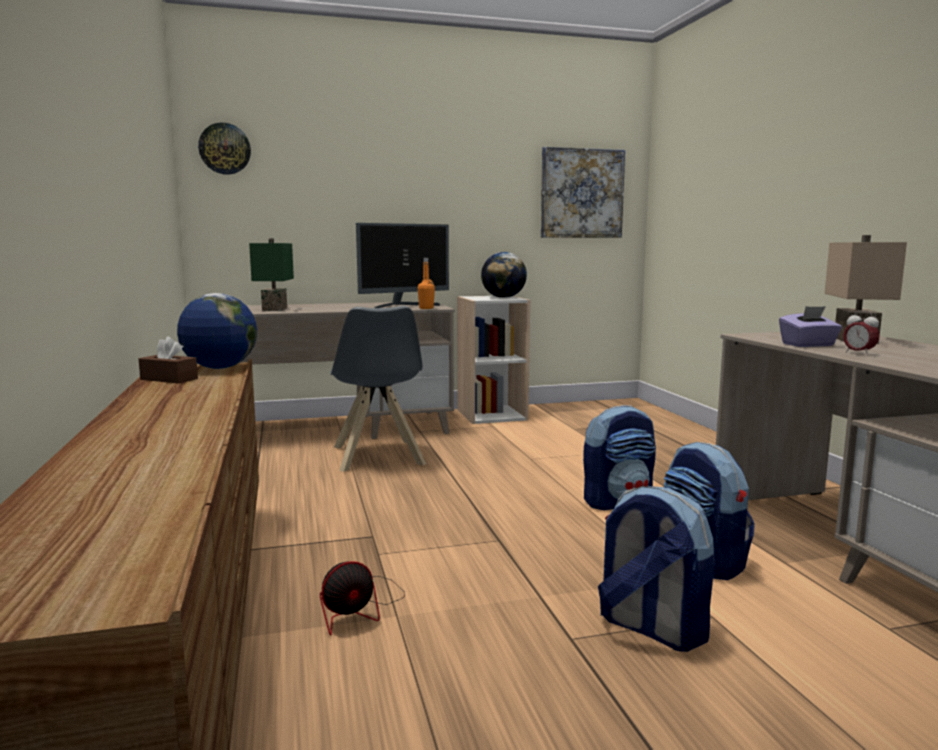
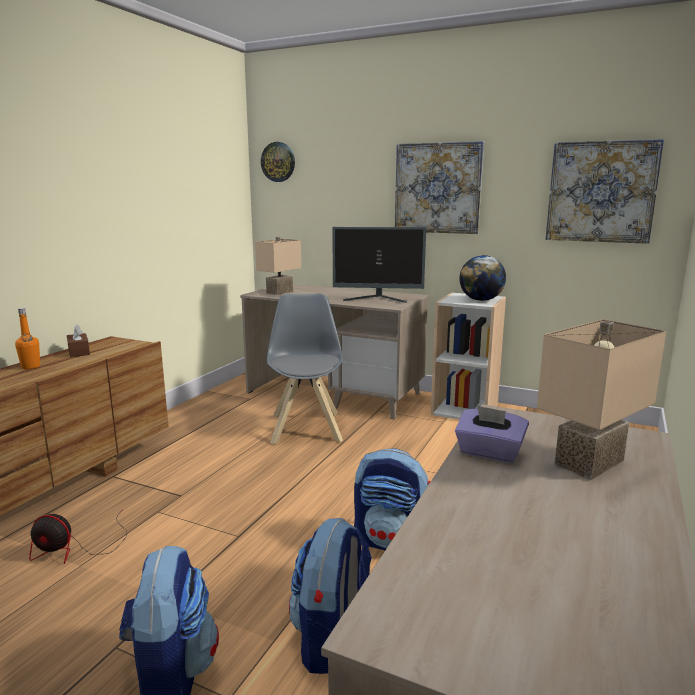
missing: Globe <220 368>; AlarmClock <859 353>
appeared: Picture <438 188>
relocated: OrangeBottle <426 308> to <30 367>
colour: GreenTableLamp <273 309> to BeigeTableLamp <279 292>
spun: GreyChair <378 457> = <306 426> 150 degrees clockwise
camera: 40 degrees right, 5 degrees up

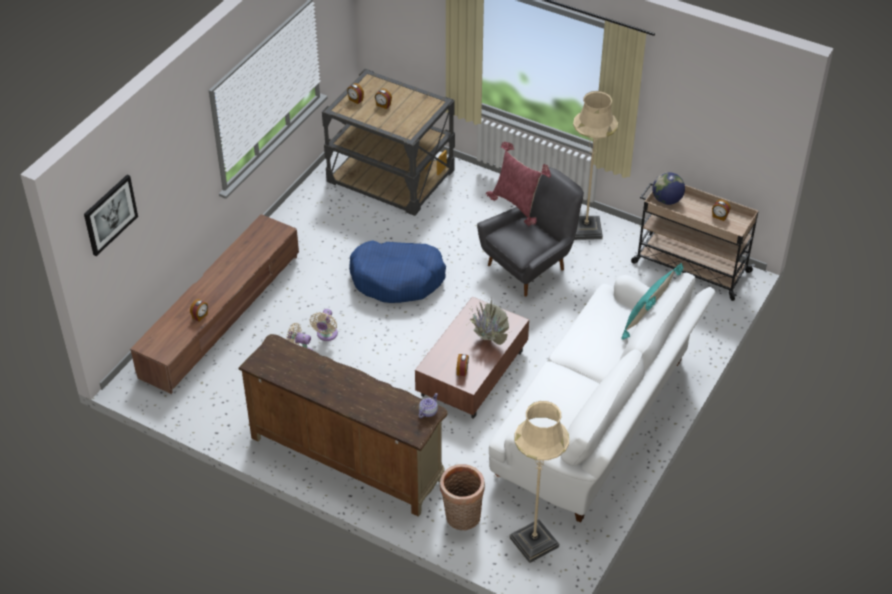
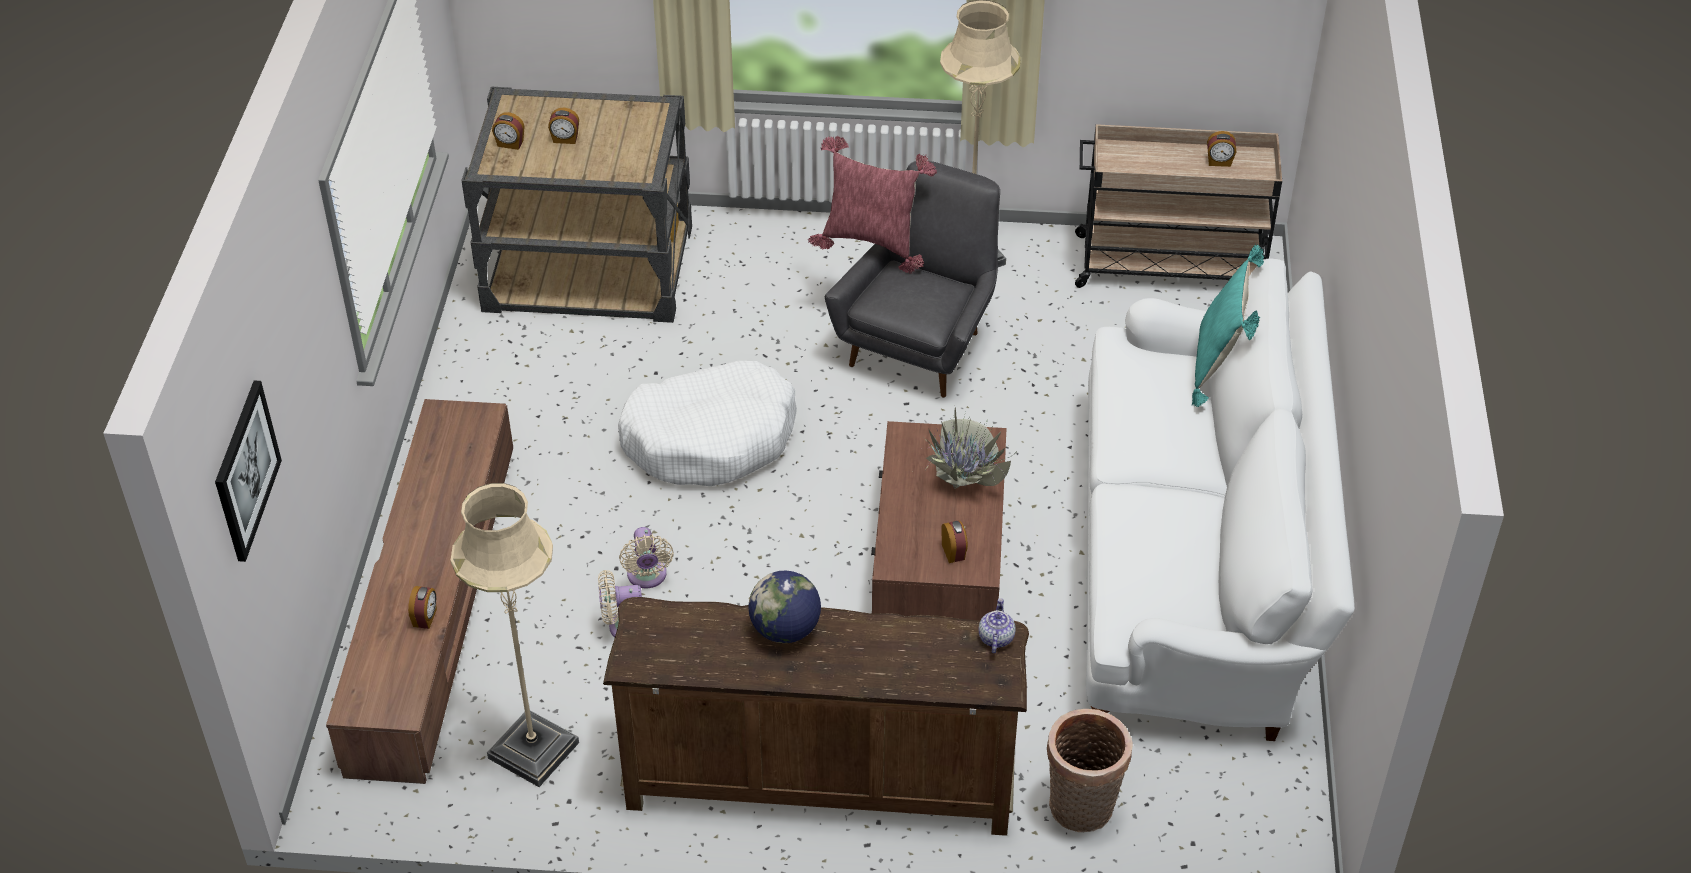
relocated: BeigeFloorLamp <534 542> to <533 750>; Globe <667 200> to <785 630>
colour: BlueDogBed <397 279> to WhiteDogBed <711 438>
camera: 25 degrees left, 0 degrees up

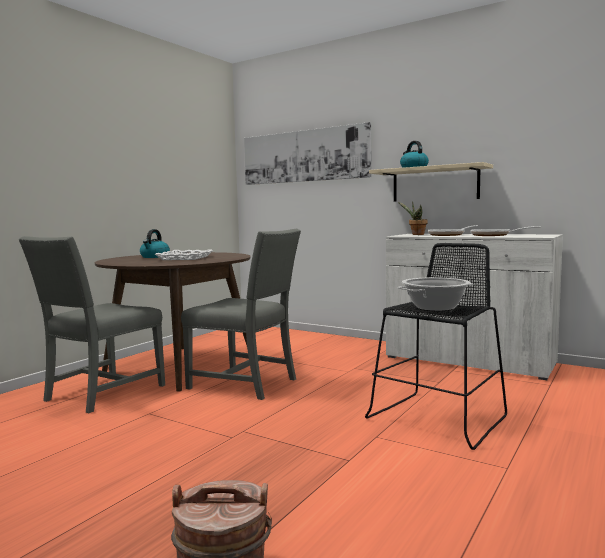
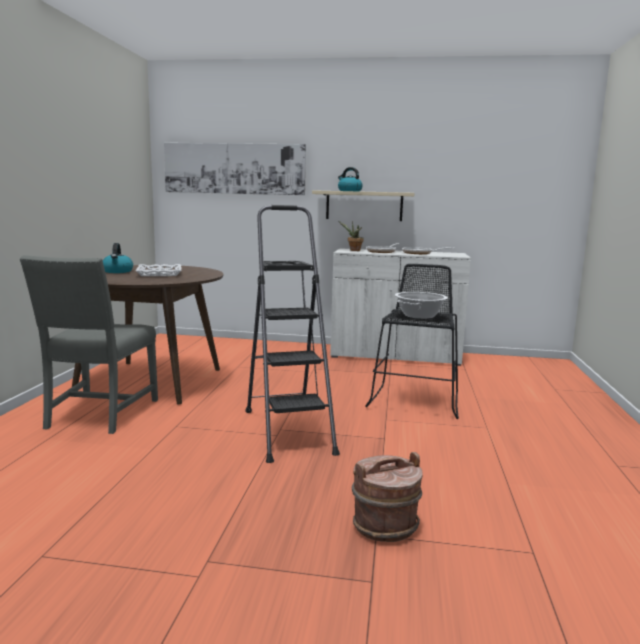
missing: GreyChair <246 383>
appeared: StepLadder <288 429>
camera: 25 degrees left, 5 degrees up

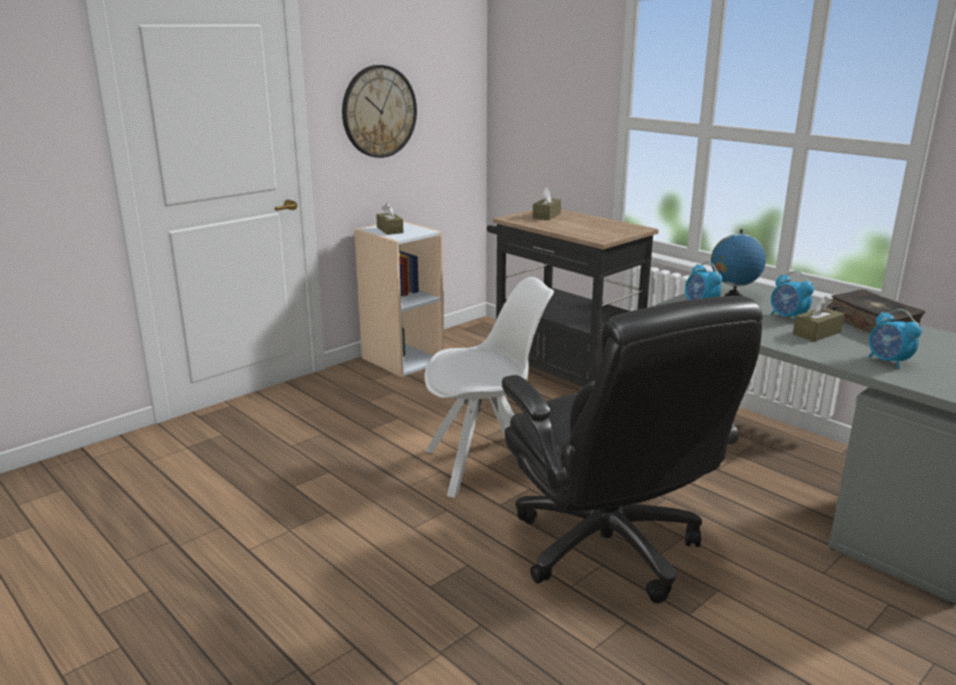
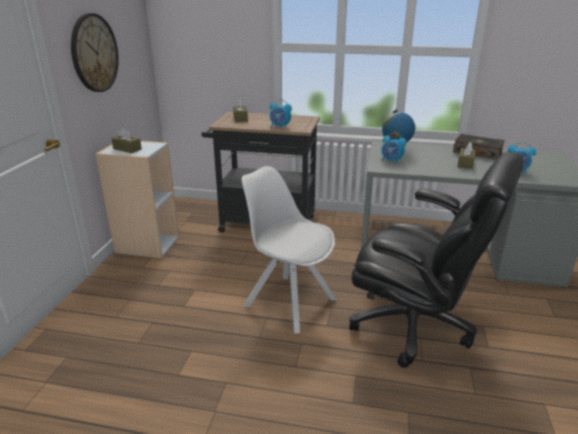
relocated: AlarmClock <787 318> to <280 127>
spun: WhiteChair <485 465> = <289 302> 90 degrees counterclockwise
camera: 35 degrees left, 5 degrees up

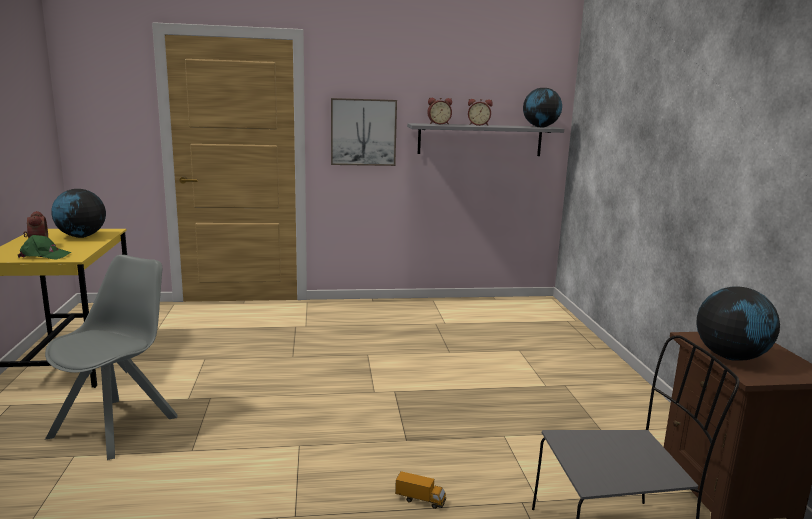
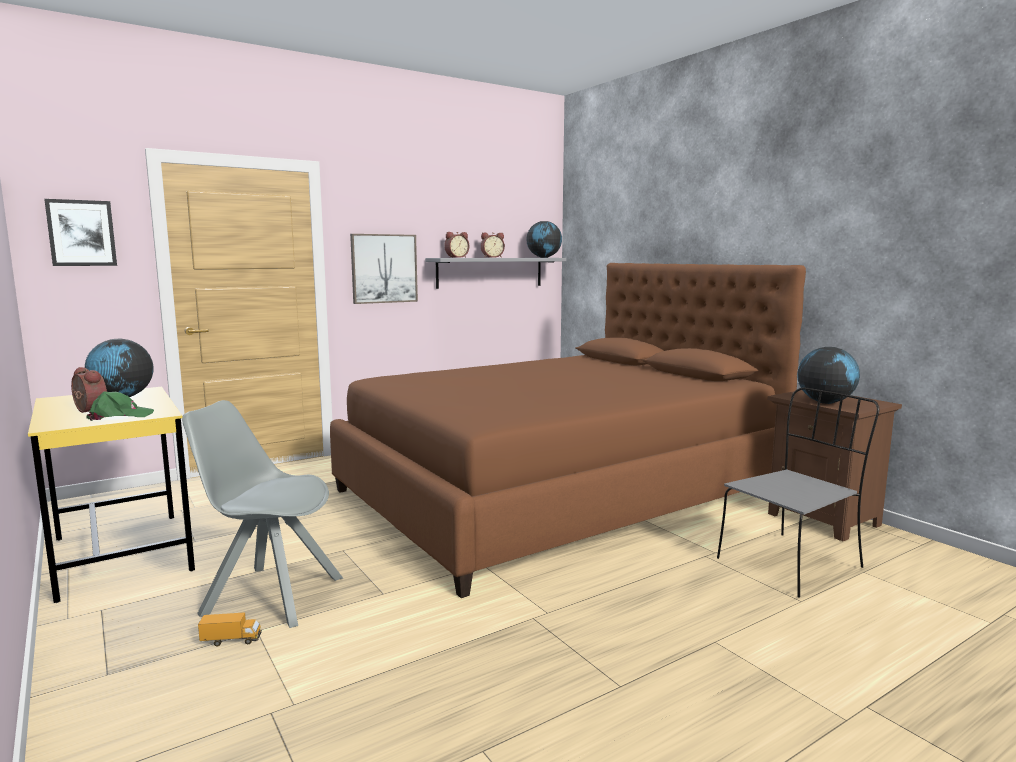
appeared: Picture <81 233>; BrownBed <560 492>
relocated: ToyTruck <420 500> to <231 641>
spun: GreyChair <117 425> = <270 595> 75 degrees counterclockwise
camera: 25 degrees left, 5 degrees down

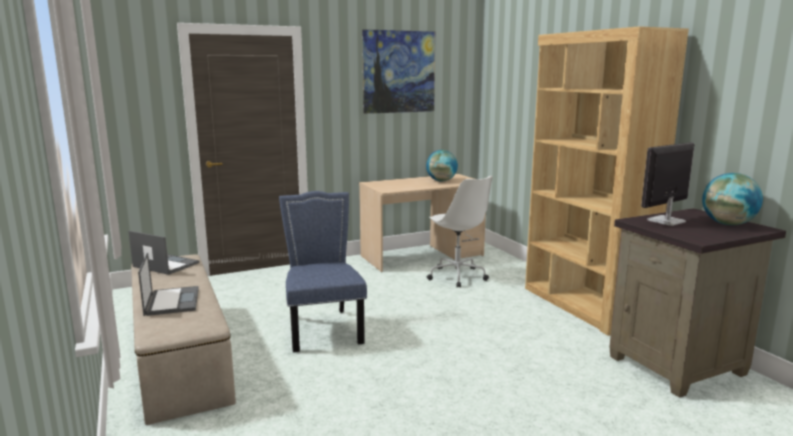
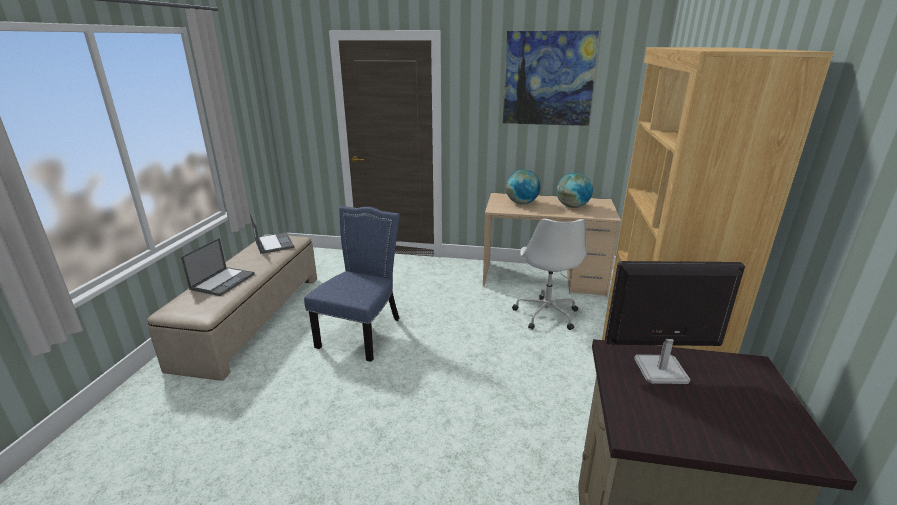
relocated: Globe <728 224> to <522 203>
camera: 35 degrees right, 10 degrees up

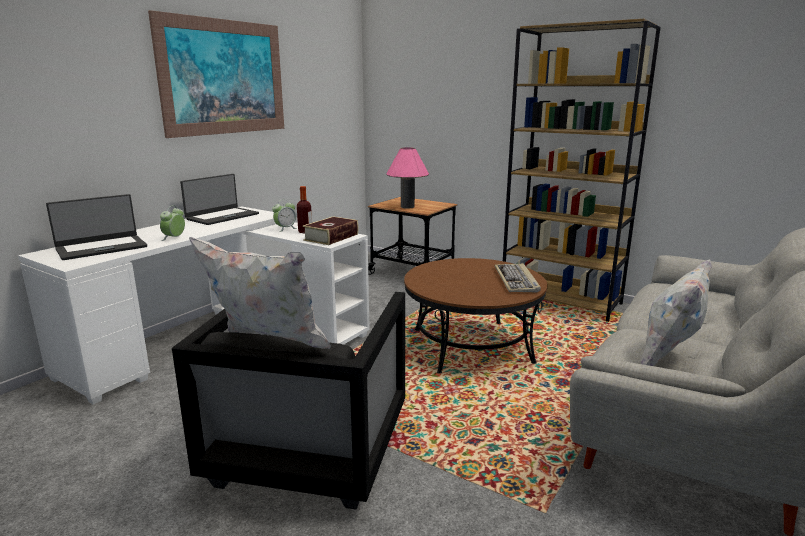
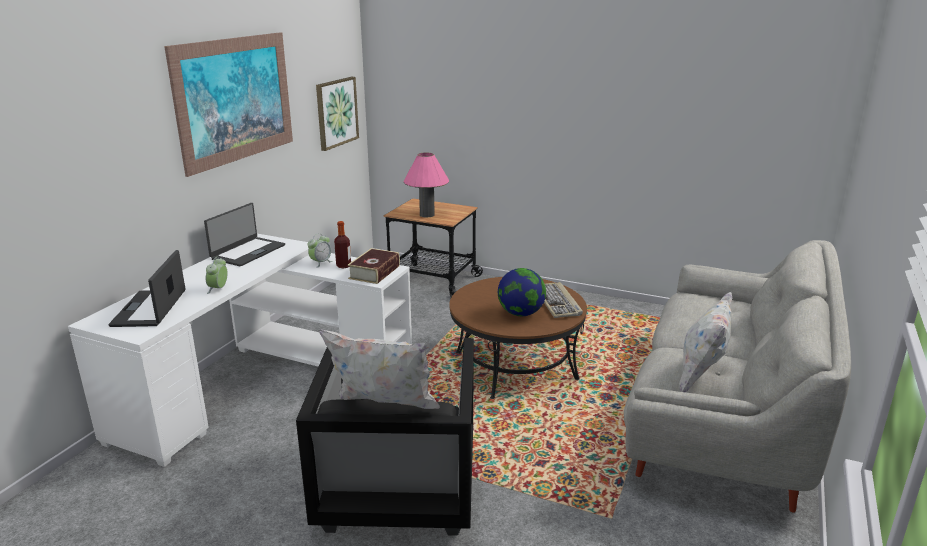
missing: BrownBookcase <561 301>
appeared: Picture <336 112>; Globe <521 313>
spun: Laptop <101 248> = <151 309> 135 degrees clockwise
camera: 10 degrees left, 5 degrees up

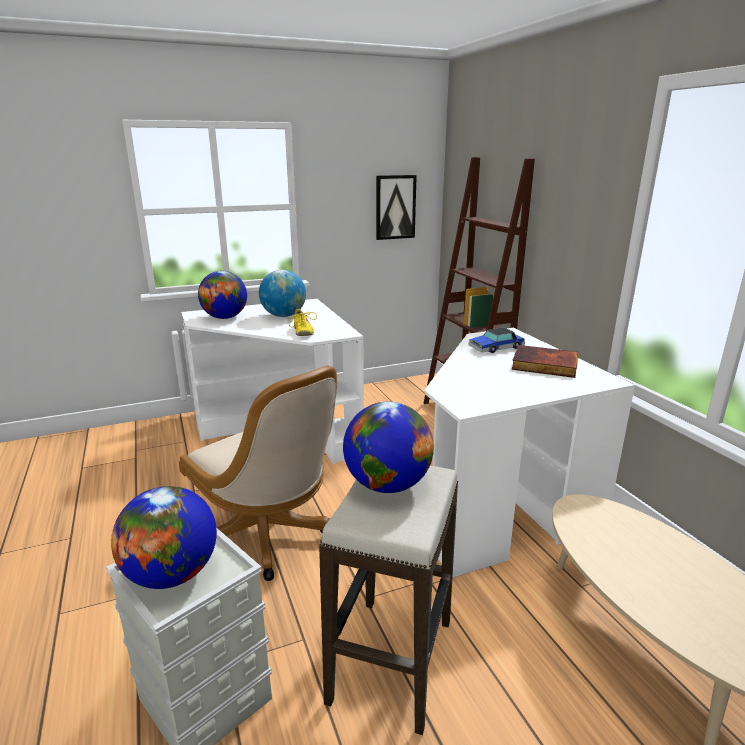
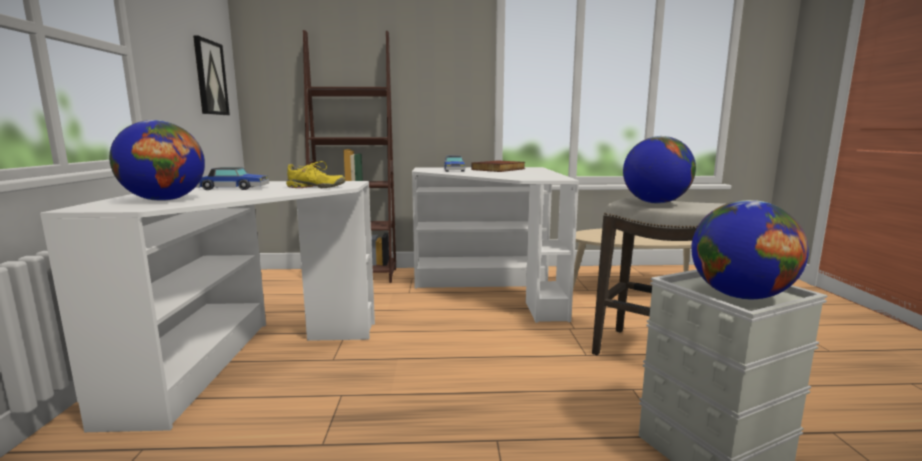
missing: OfficeChair <271 537>
exchanged: Globe <283 316> to ToyCar <234 188>
camera: 70 degrees left, 10 degrees down

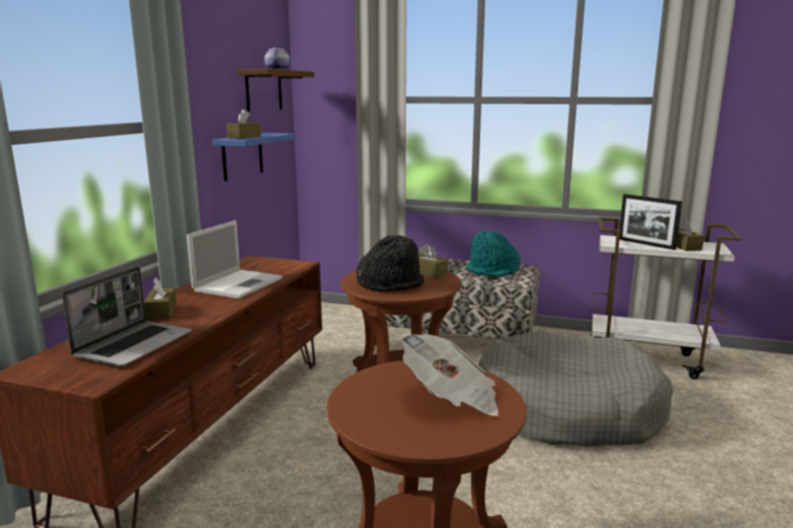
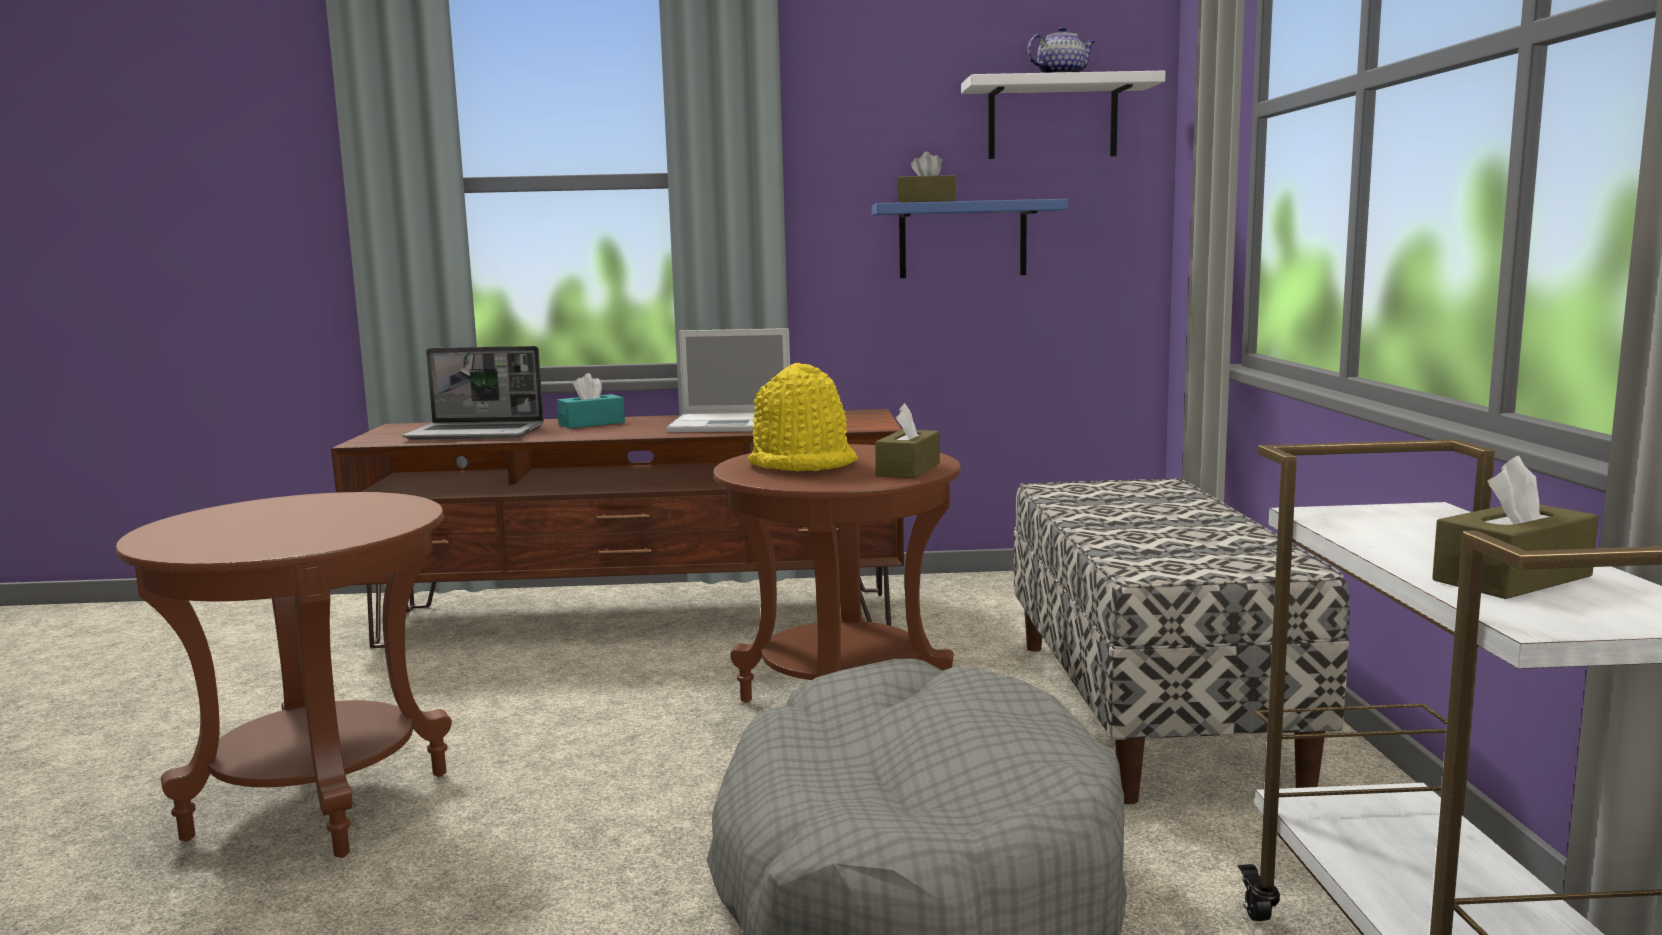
missing: Newspaper <451 398>; TurquoiseHat <493 271>; PictureFrame <646 244>
colour: BrownTissueBox <161 312> to TurquoiseTissueBox <591 423>; BrownShelf <263 90> to WhiteShelf <1052 119>; BlackHat <390 284> to YellowHat <803 463>
camera: 70 degrees right, 5 degrees down

